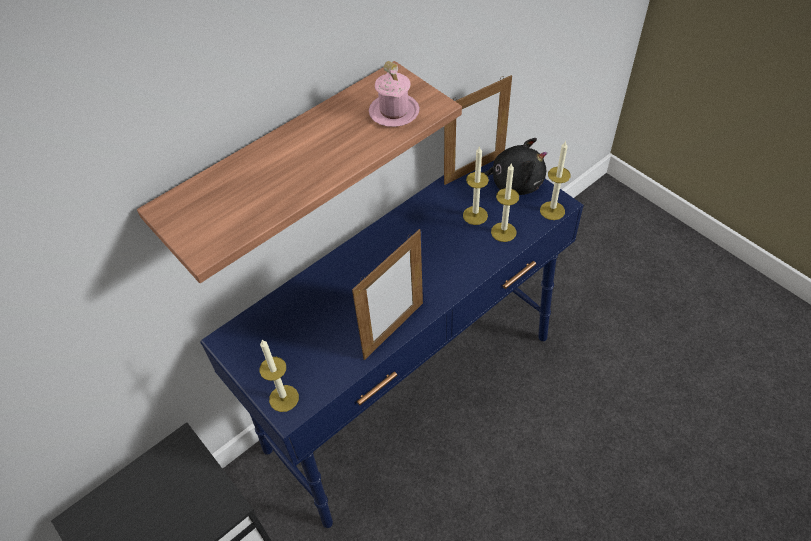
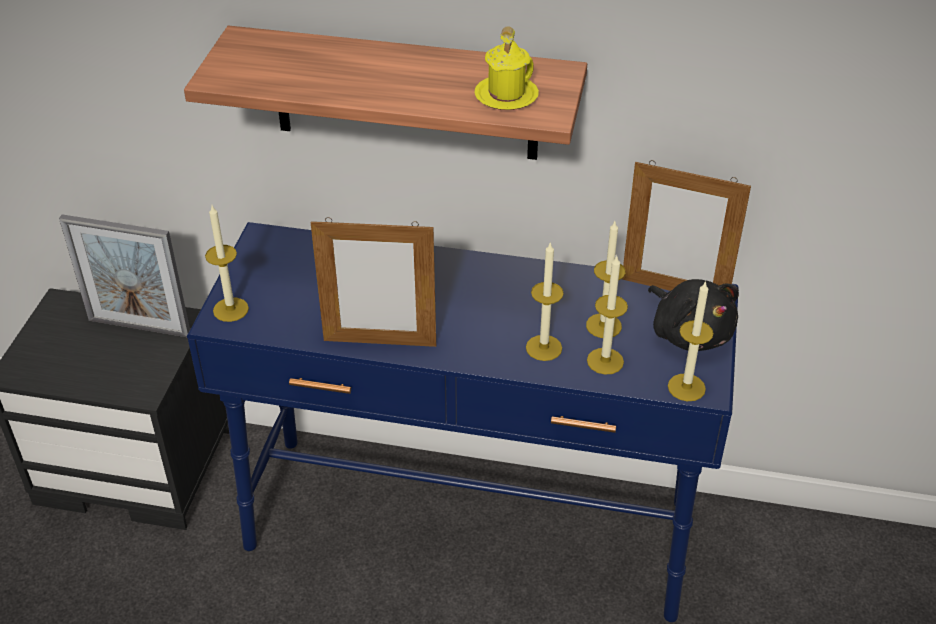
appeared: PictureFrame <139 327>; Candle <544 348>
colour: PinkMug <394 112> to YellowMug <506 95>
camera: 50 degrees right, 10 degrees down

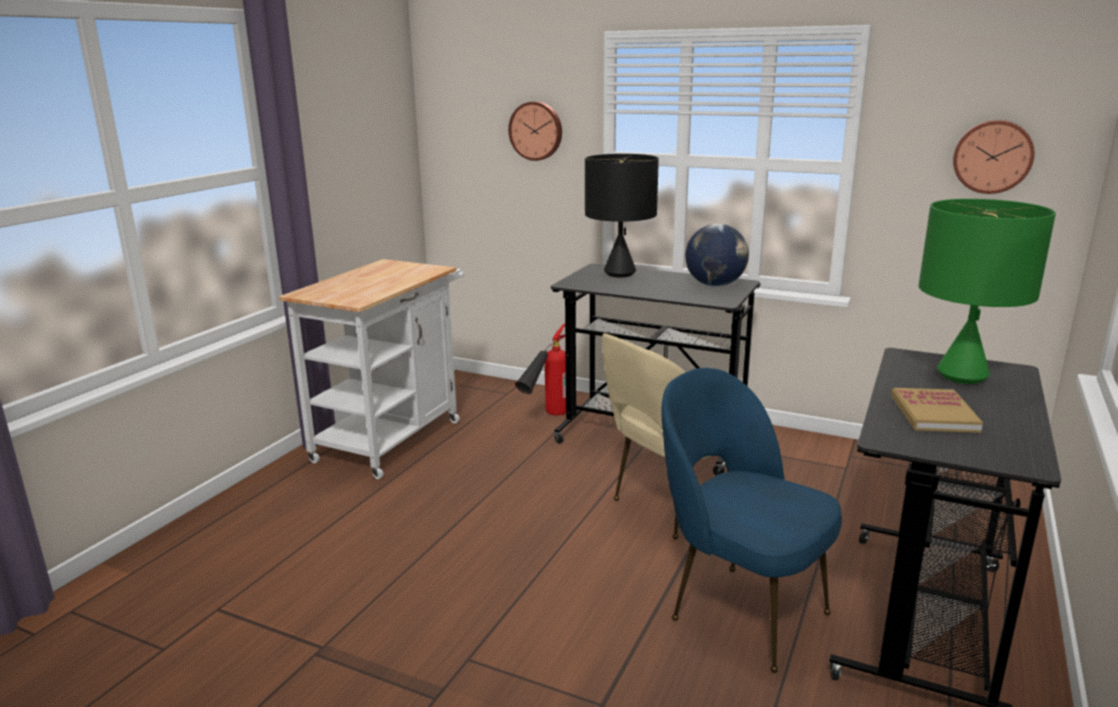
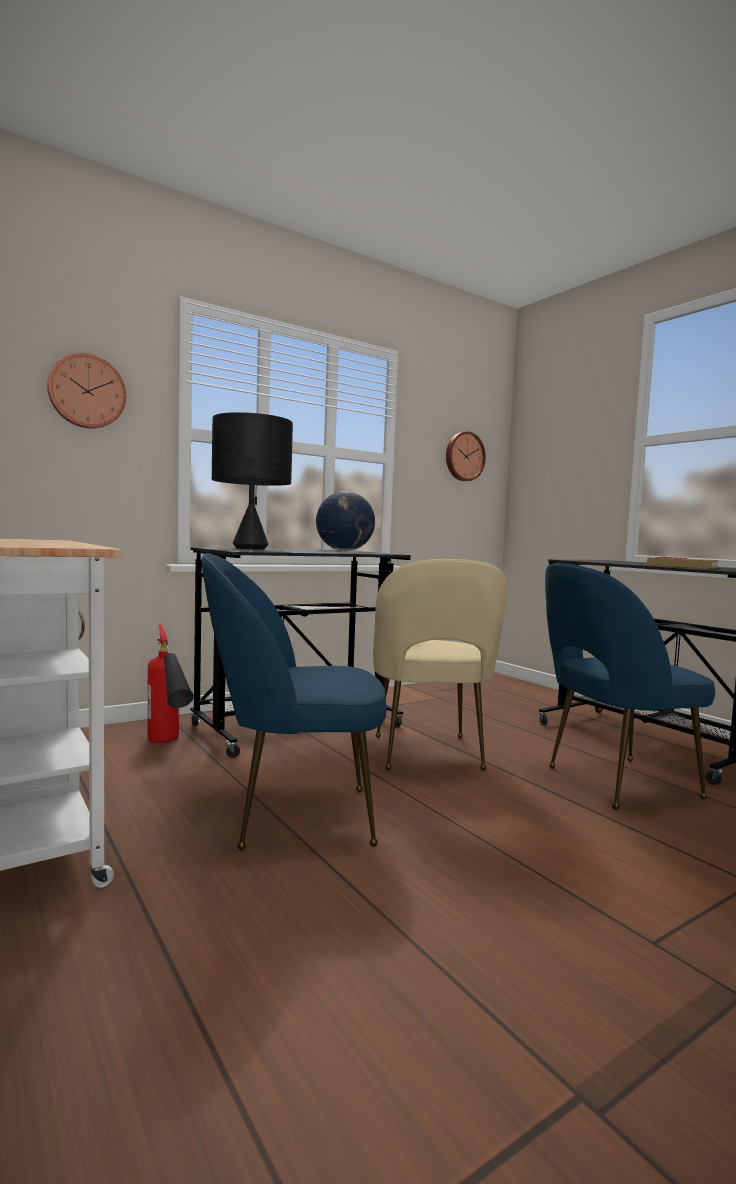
missing: GreenTableLamp <962 377>
appeared: BlueChair <291 817>
camera: 60 degrees left, 15 degrees down

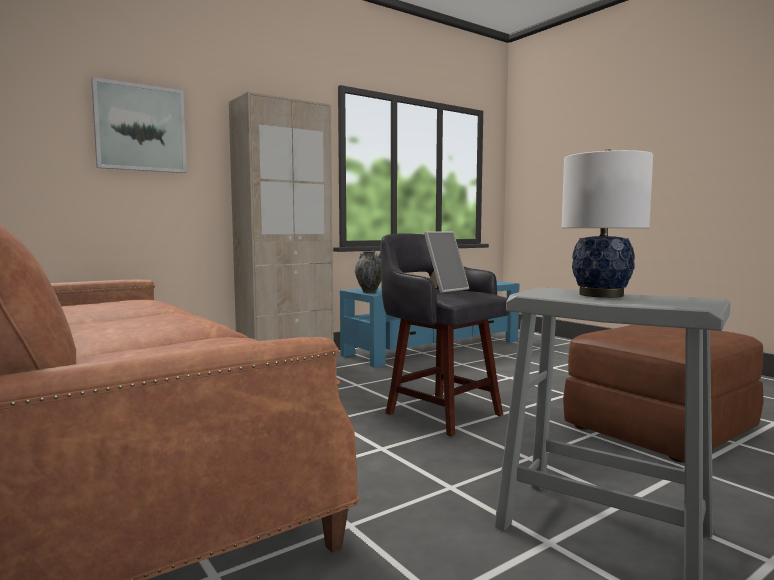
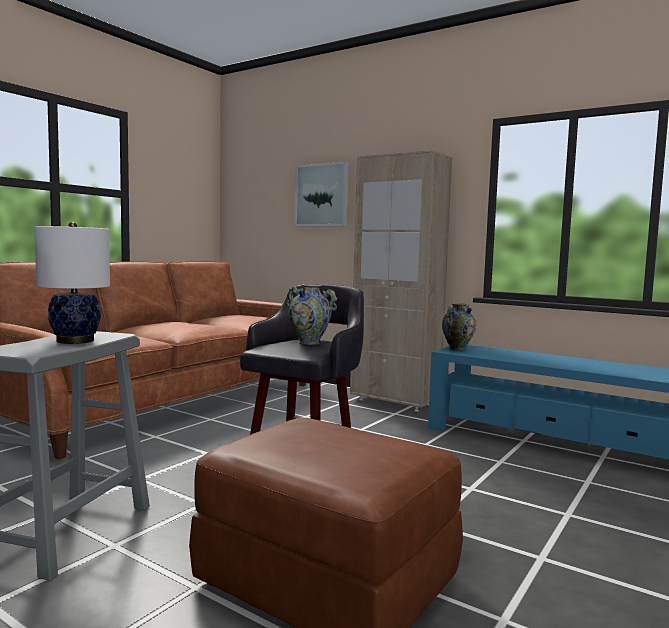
exchanged: PictureFrame <444 290> to Vase <309 343>
camera: 70 degrees right, 0 degrees up

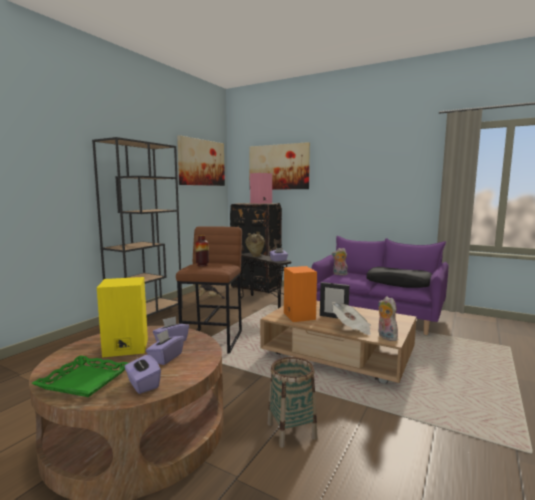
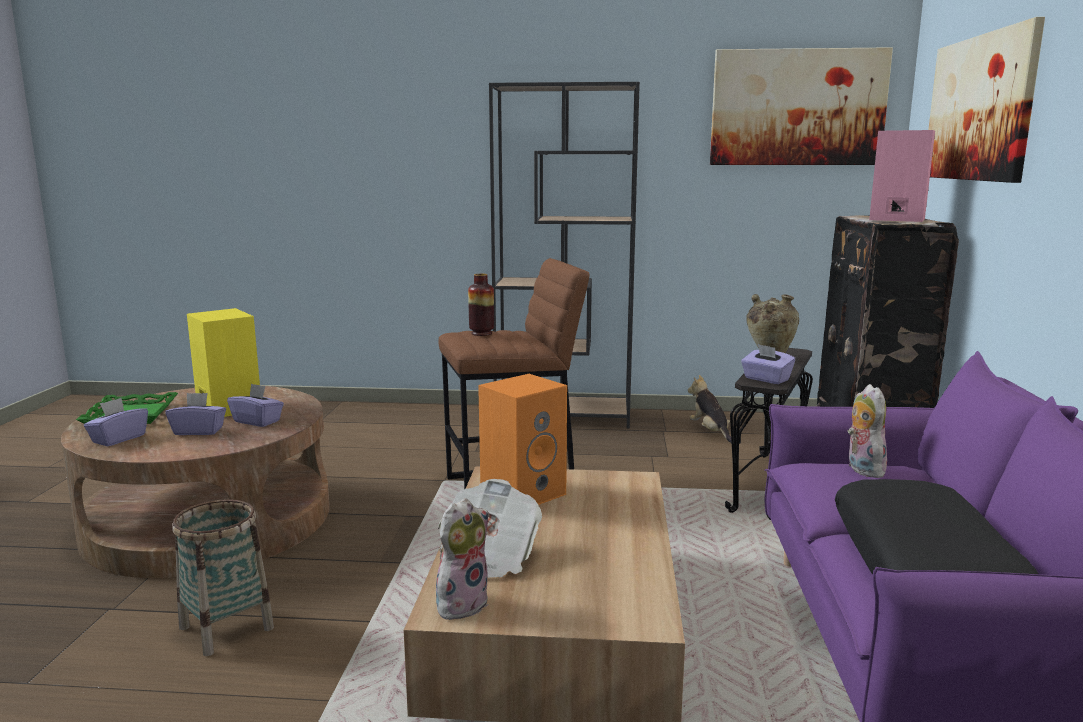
missing: PictureFrame <333 317>
camera: 65 degrees right, 5 degrees up

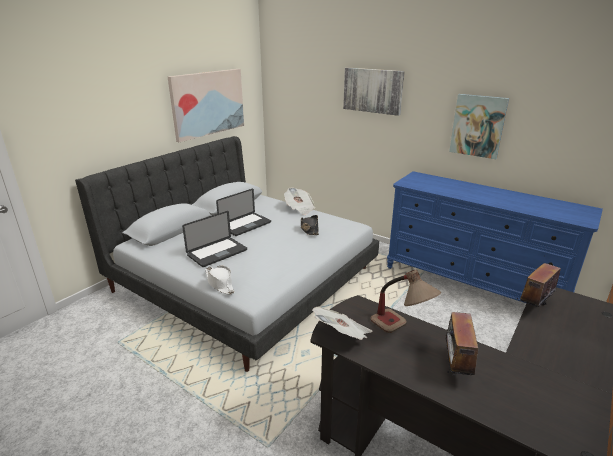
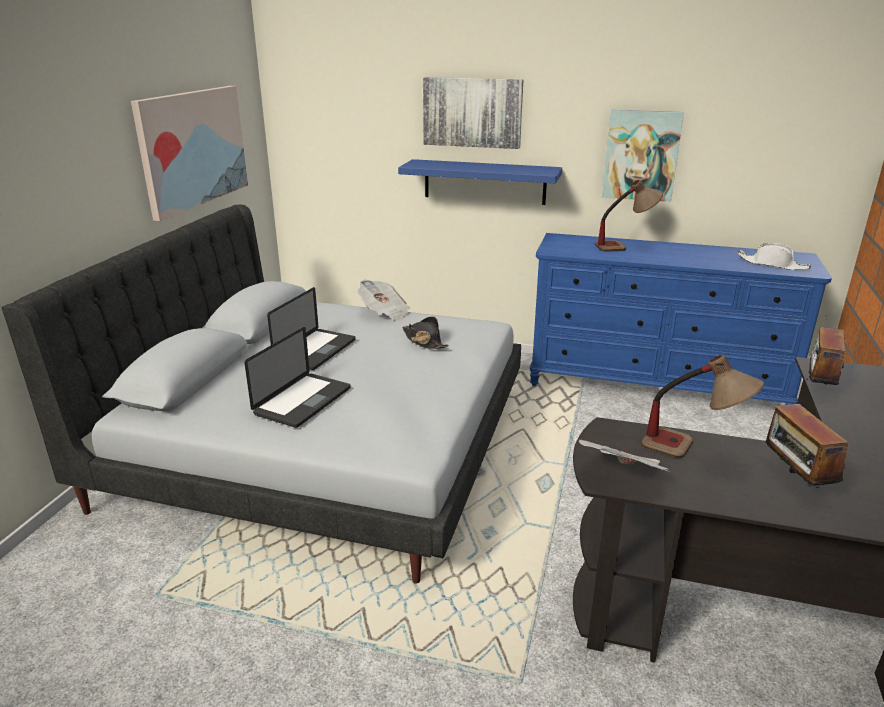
appeared: BlueShelf <484 182>; TableLamp <625 246>
relocated: WhiteHat <220 283> to <772 264>
camera: 20 degrees left, 0 degrees up

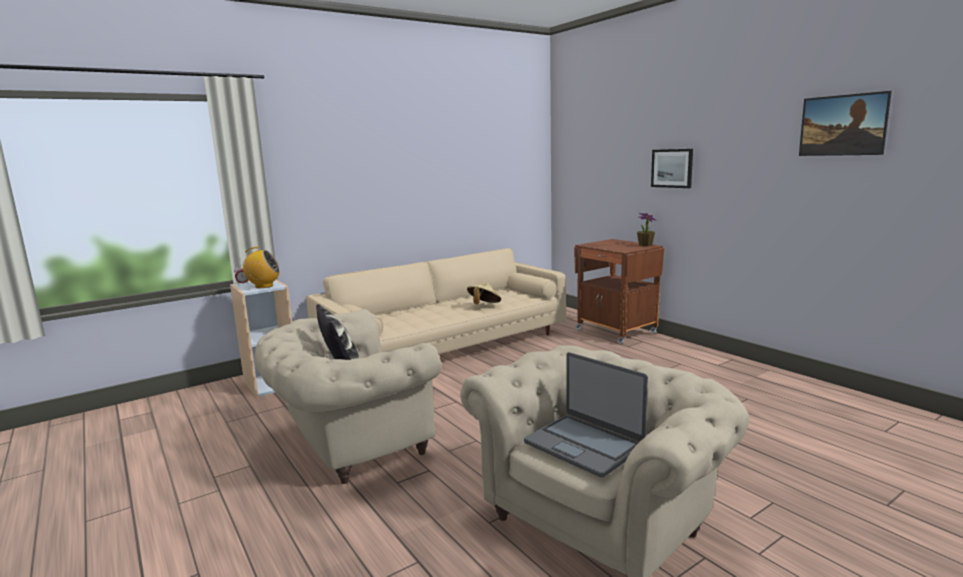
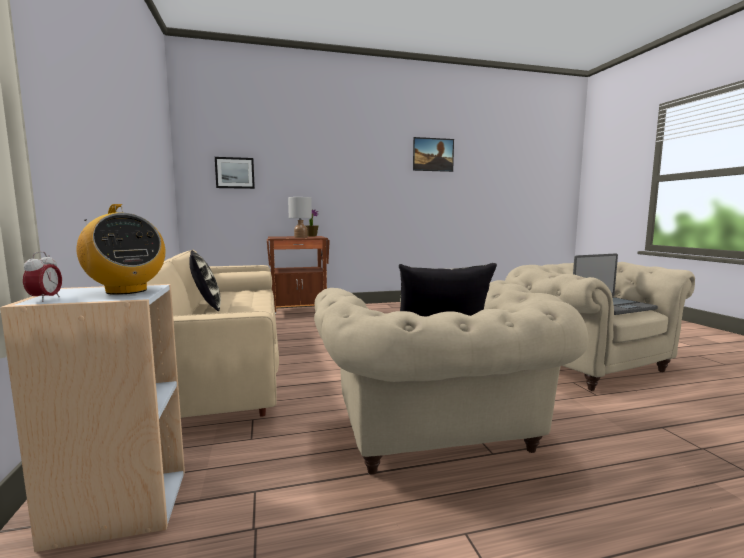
missing: BeigeHat <483 305>
appeared: Pillow <206 306>; GreyTableLamp <301 237>
relocated: Picture <672 168> to <235 173>
spun: Radio <263 286> = <126 291> 120 degrees clockwise
camera: 70 degrees left, 5 degrees down

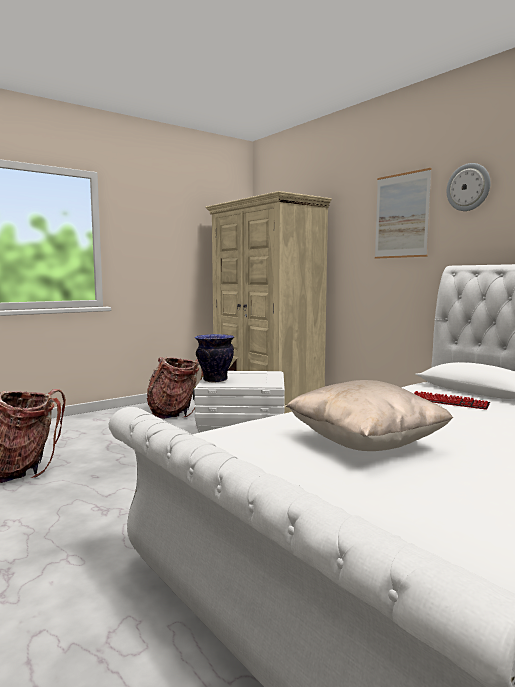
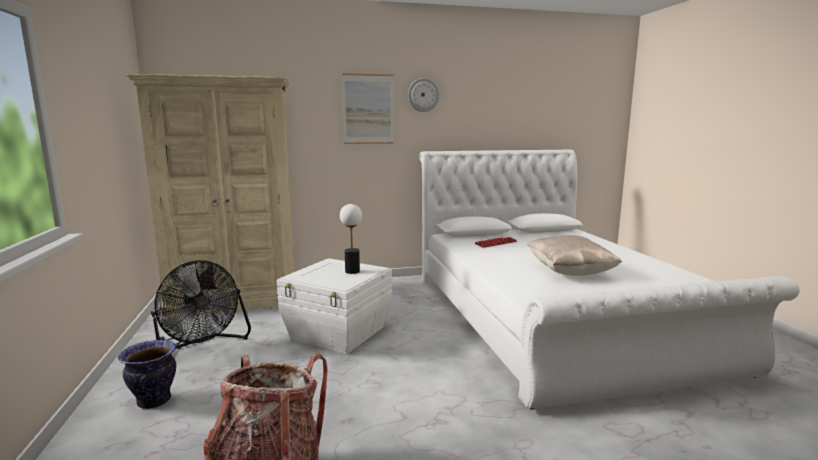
appeared: TableLamp <352 271>
relocated: Vase <215 380> to <153 401>
exchanged: Backpack <175 413> to BlackFan <197 347>
camera: 65 degrees left, 5 degrees up

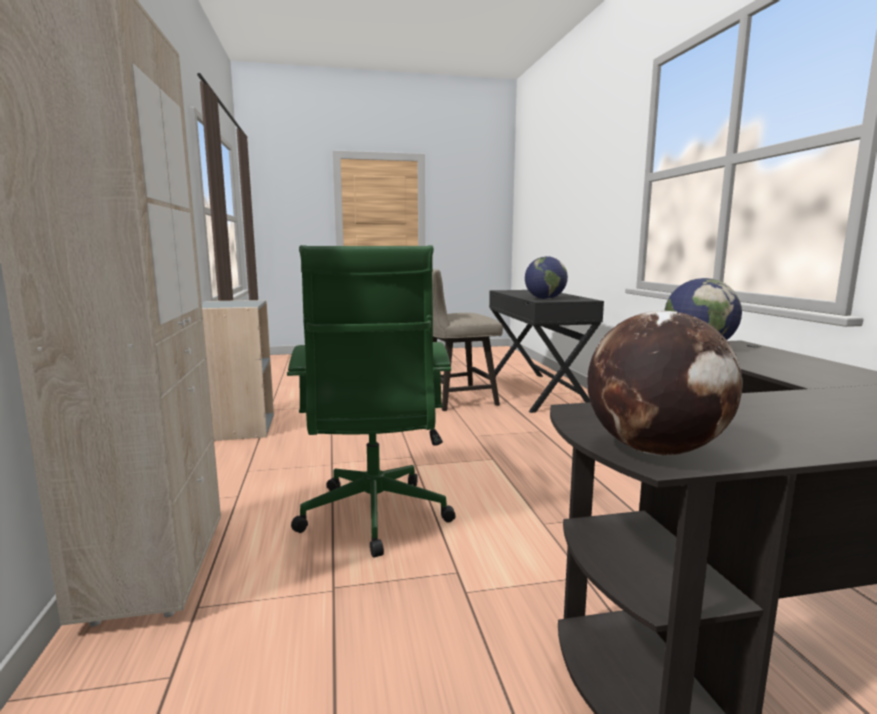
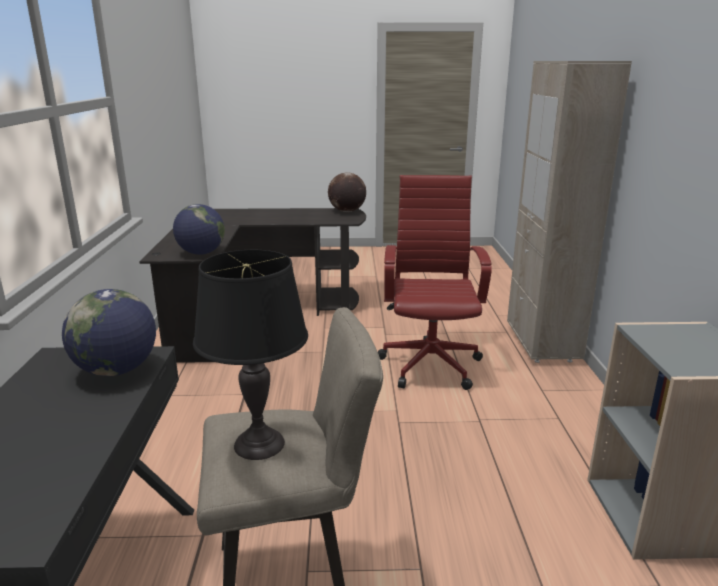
appeared: BlackTableLamp <259 444>
colour: GreenOfficeChair <374 518> to RedOfficeChair <430 363>
camera: 170 degrees left, 10 degrees up

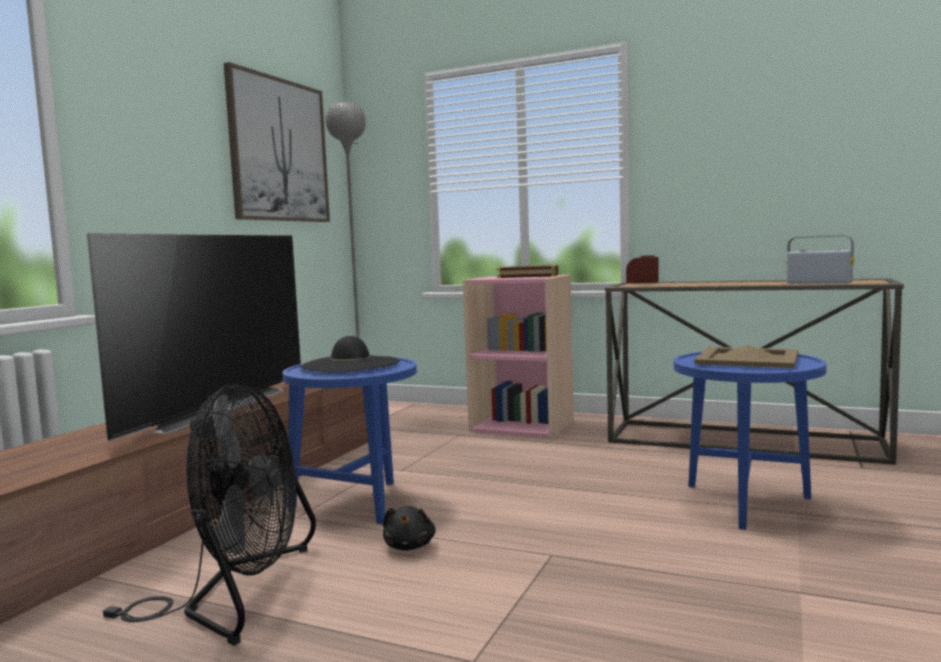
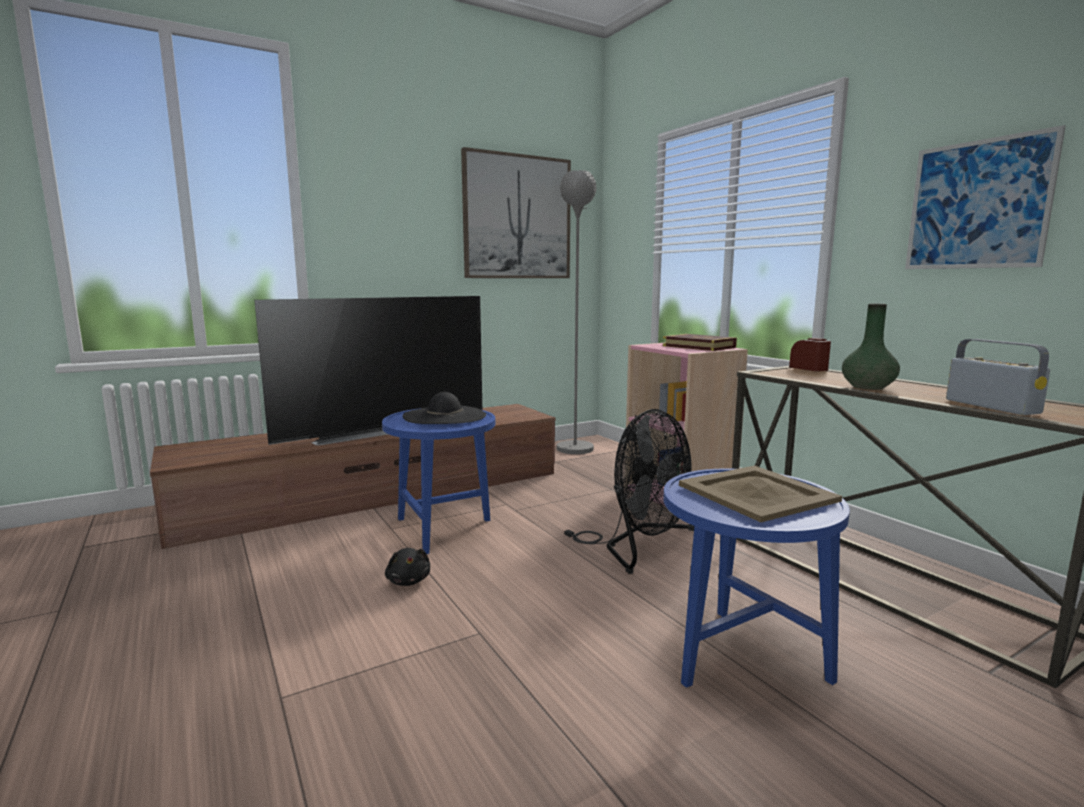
appeared: GreenVase <867 387>; Picture <977 205>
relocated: BlackFan <233 594> to <638 544>
spun: BlackPlushToy <410 546> = <408 581> 60 degrees counterclockwise
camera: 35 degrees right, 5 degrees up

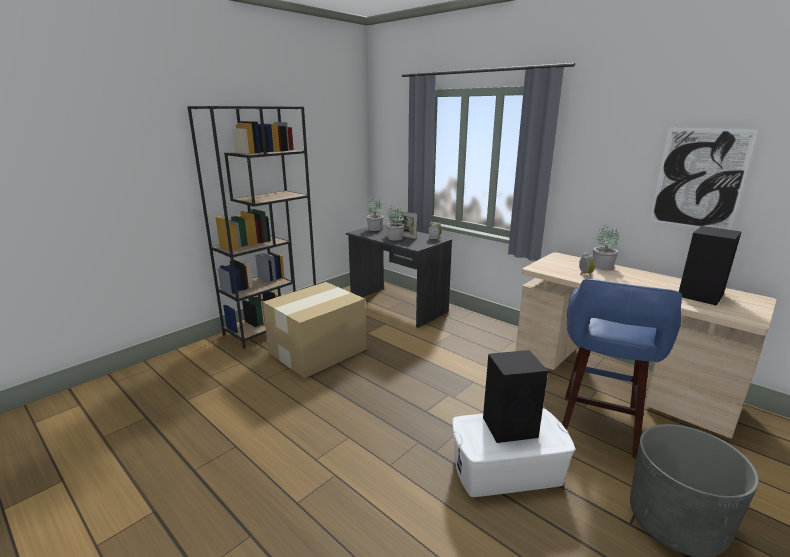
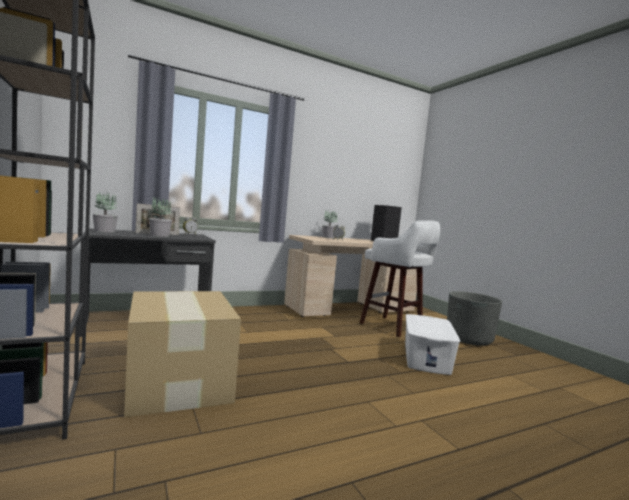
missing: BlackSpeaker <511 427>; Picture <699 179>
colour: BlueStool <597 428> to WhiteStool <393 327>
camera: 70 degrees left, 15 degrees down

